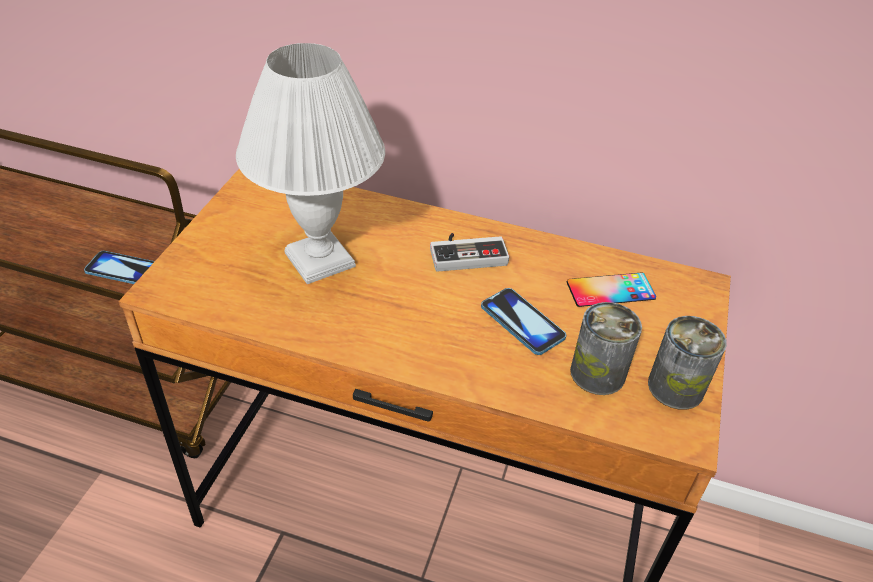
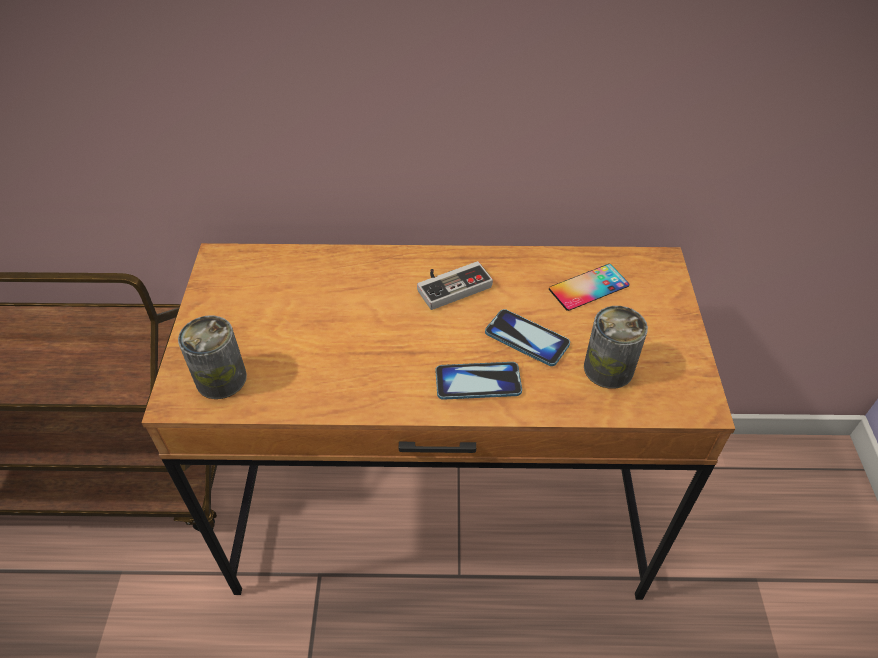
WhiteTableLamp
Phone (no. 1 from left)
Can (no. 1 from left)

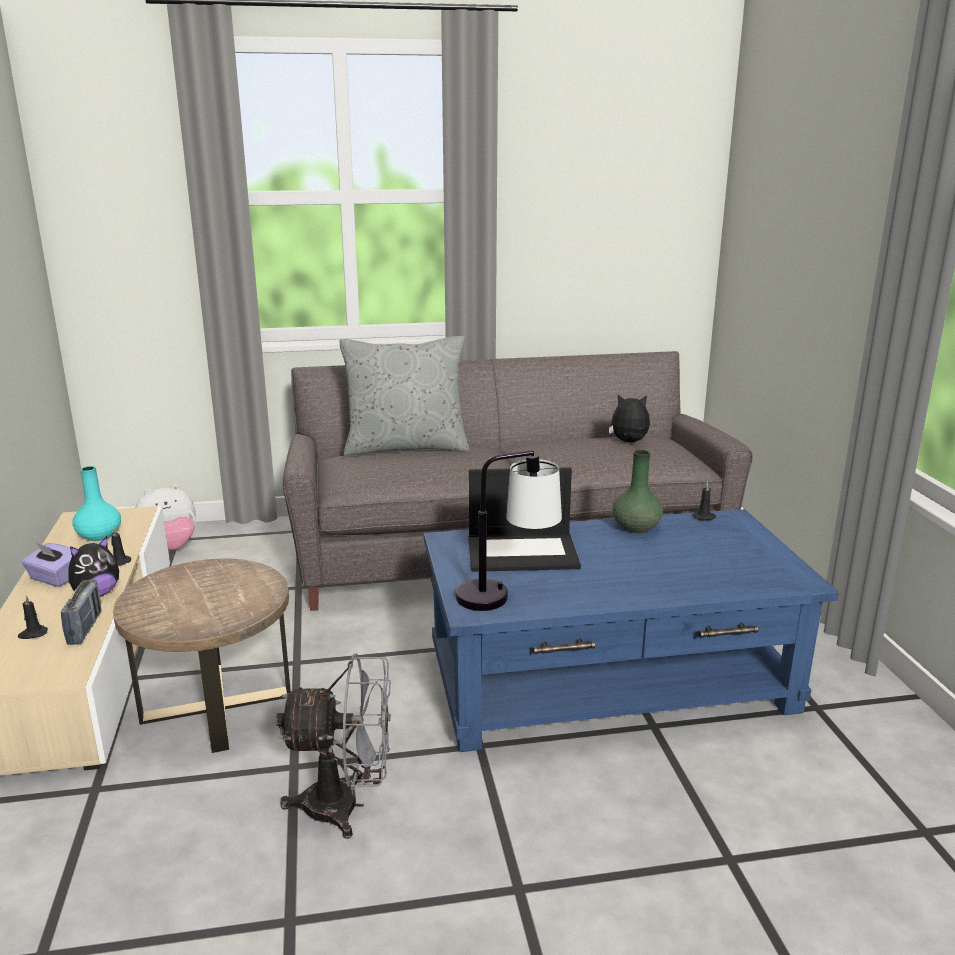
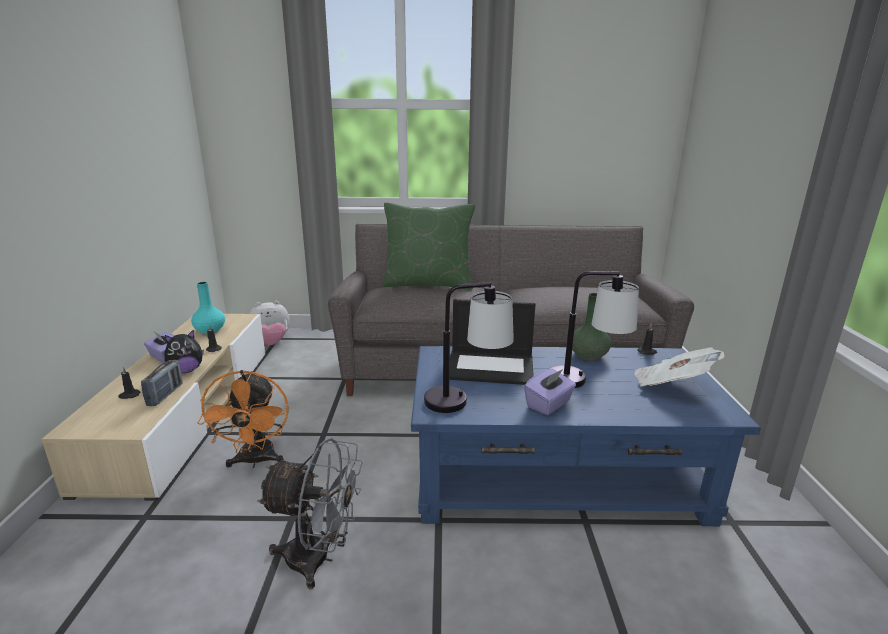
GreenPillow
PlushToy (no. 3 from left in the first image)
OrangeFan
TableLamp (no. 2 from left)
Newspaper
PurpleTissueBox (no. 2 from left)

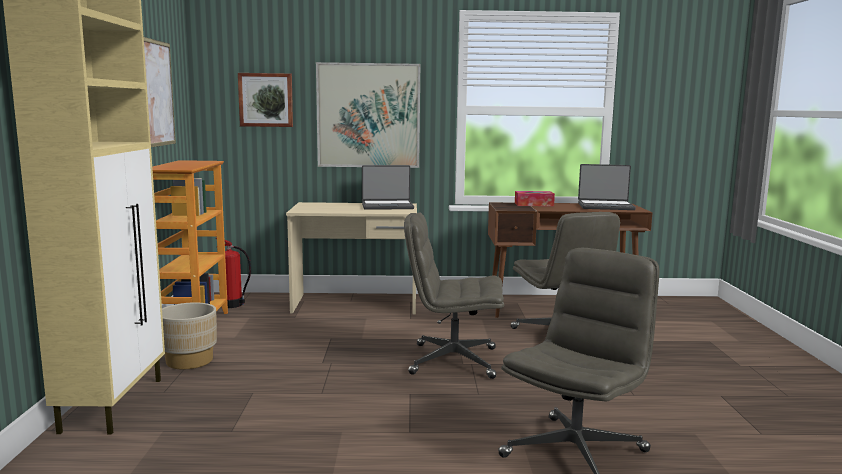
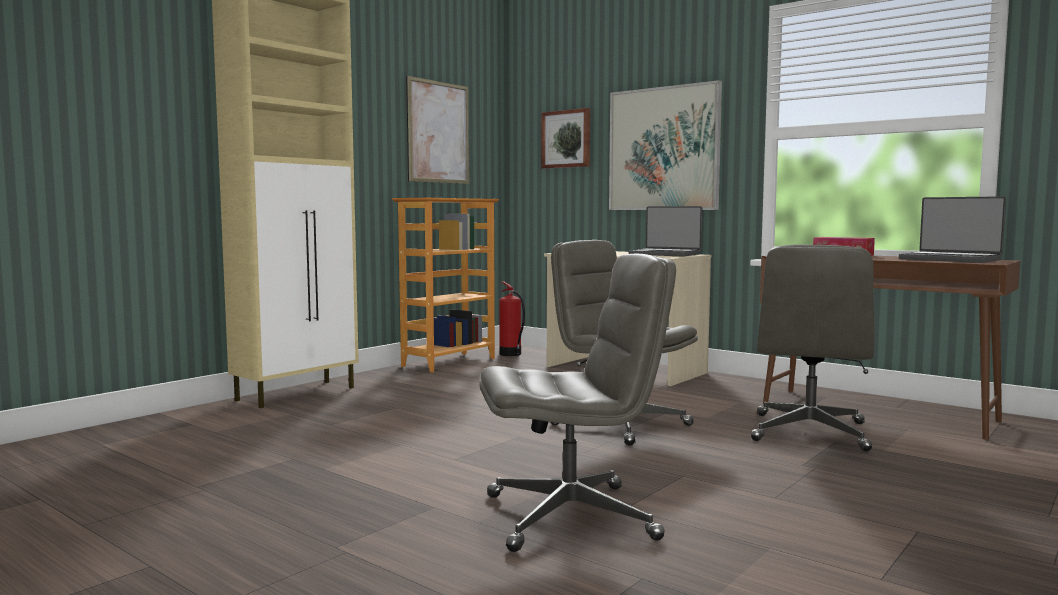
BeigePlanter

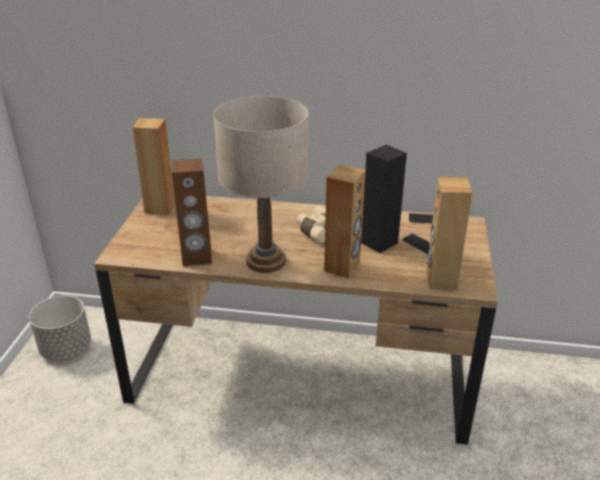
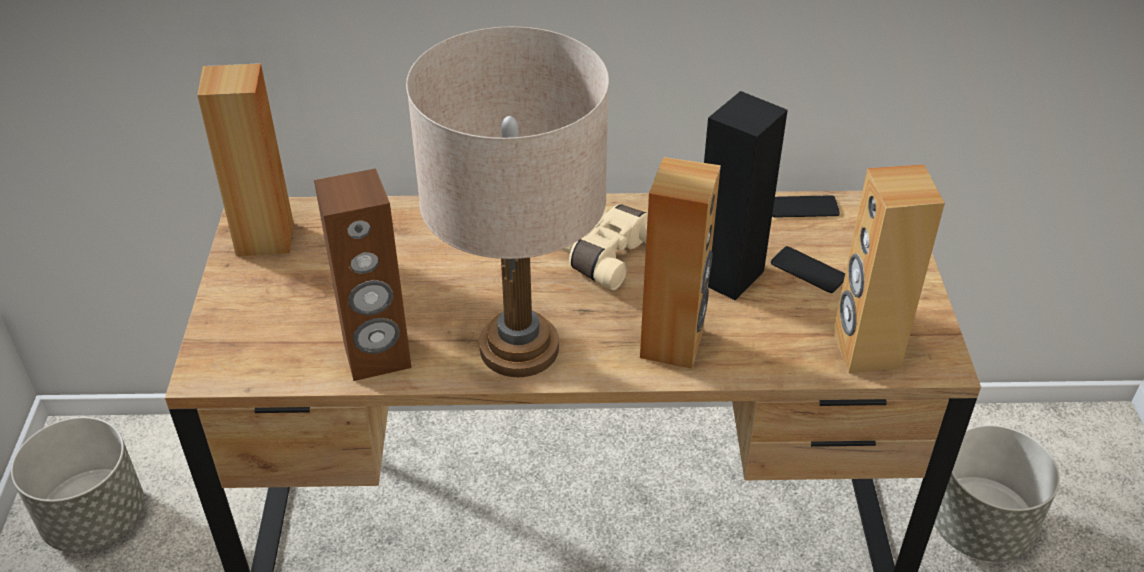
GreyPlanter (no. 2 from left)

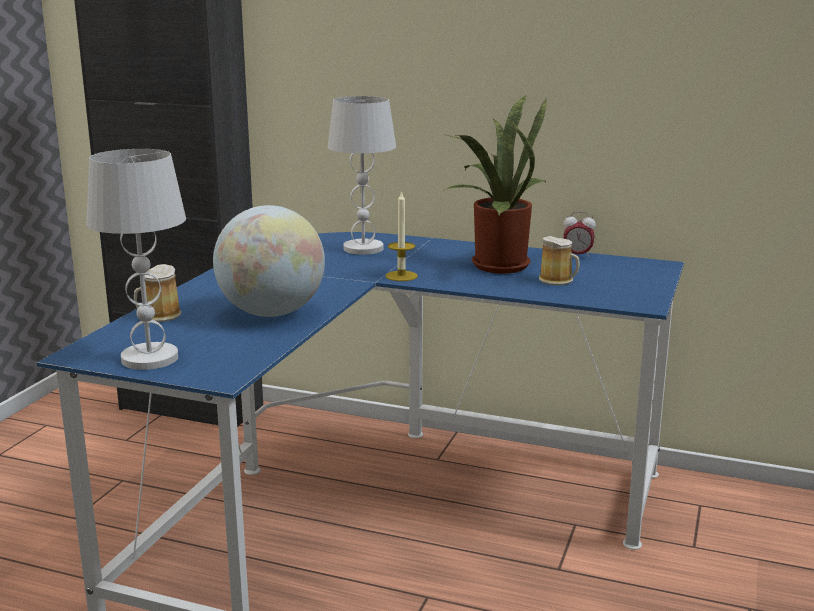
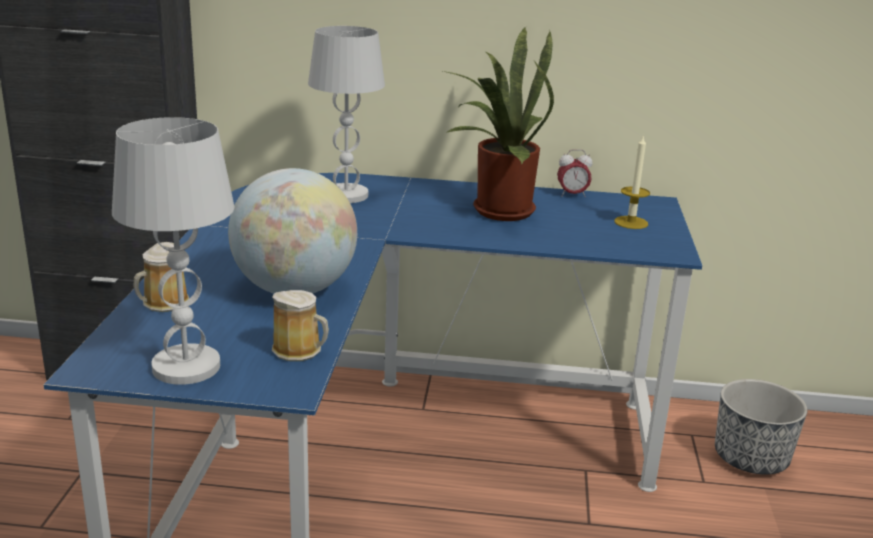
Candle
Mug (no. 2 from left)
Planter

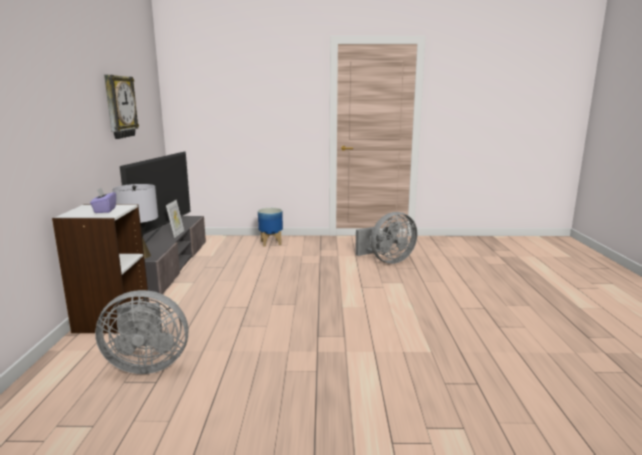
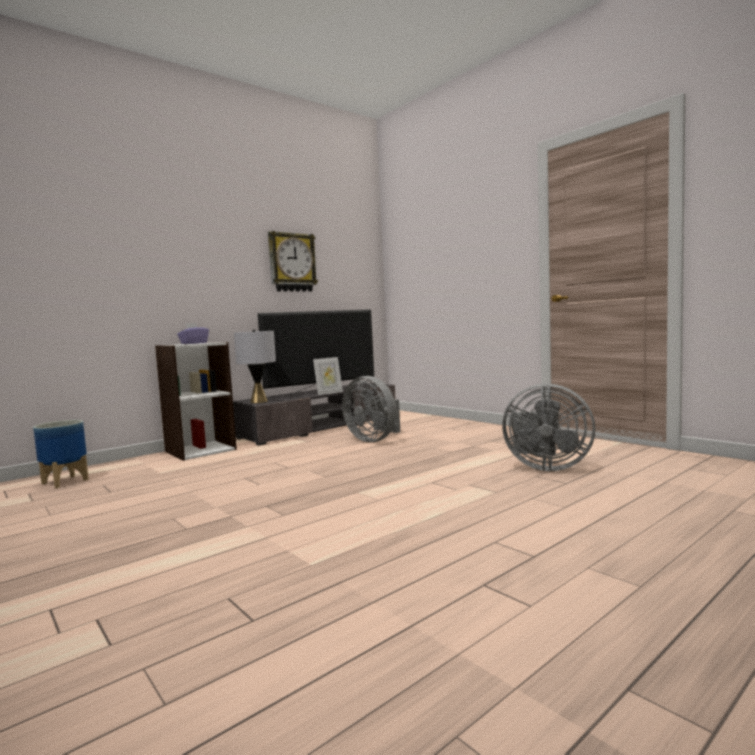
Planter
GreyFan (no. 1 from left)

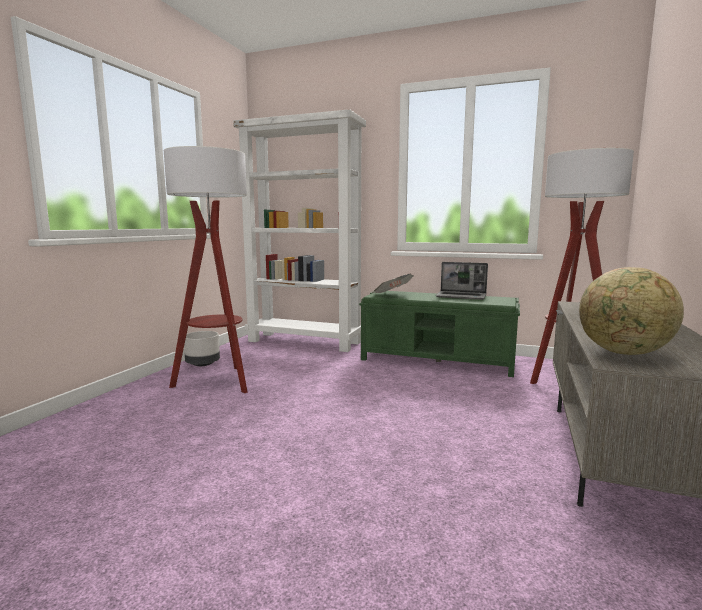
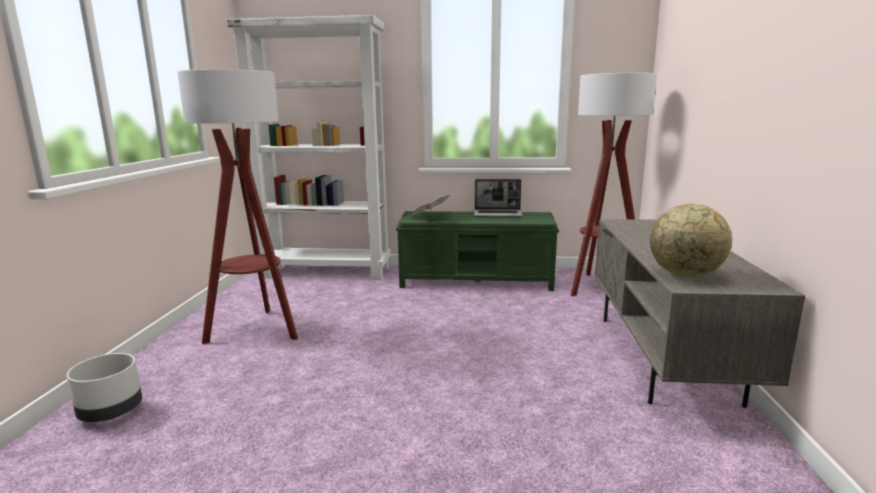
GreyPlanter

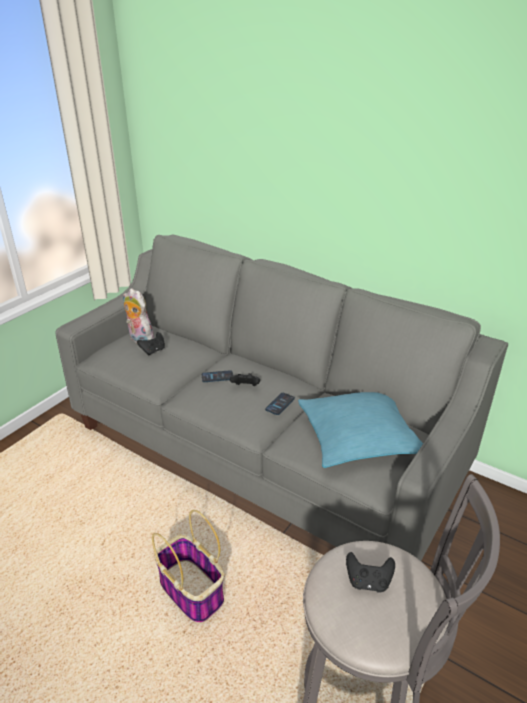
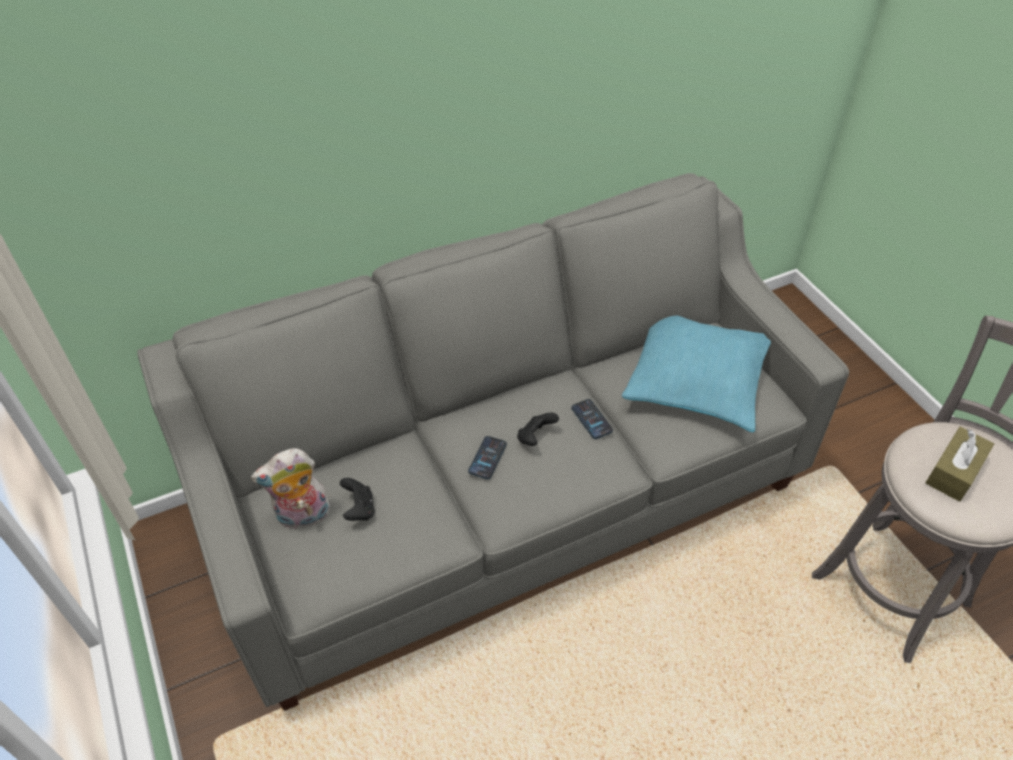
Basket
BrownTissueBox

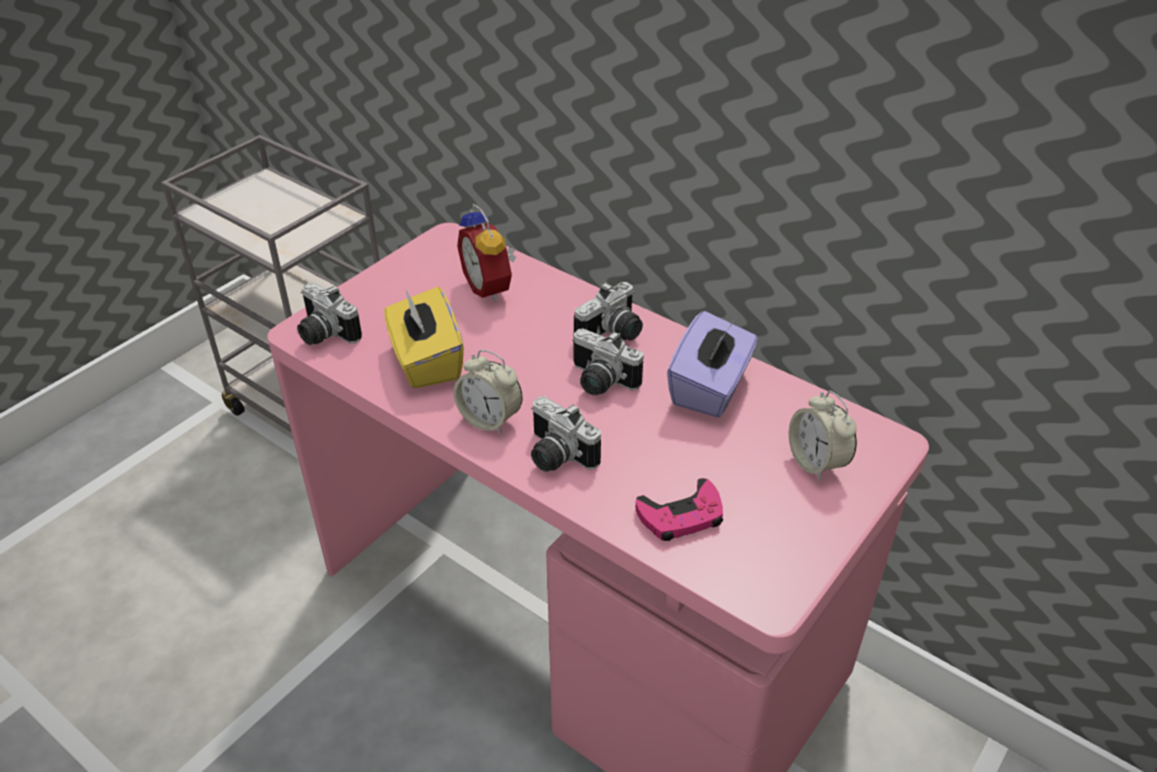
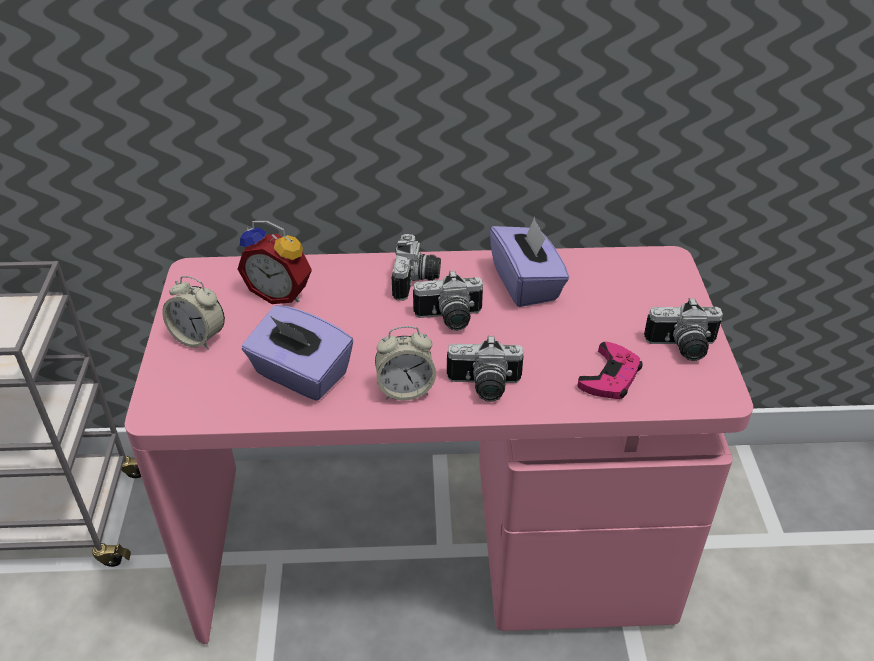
PhotoCamera (no. 4 from left)
PurpleTissueBox (no. 1 from left)
AlarmClock (no. 1 from left)

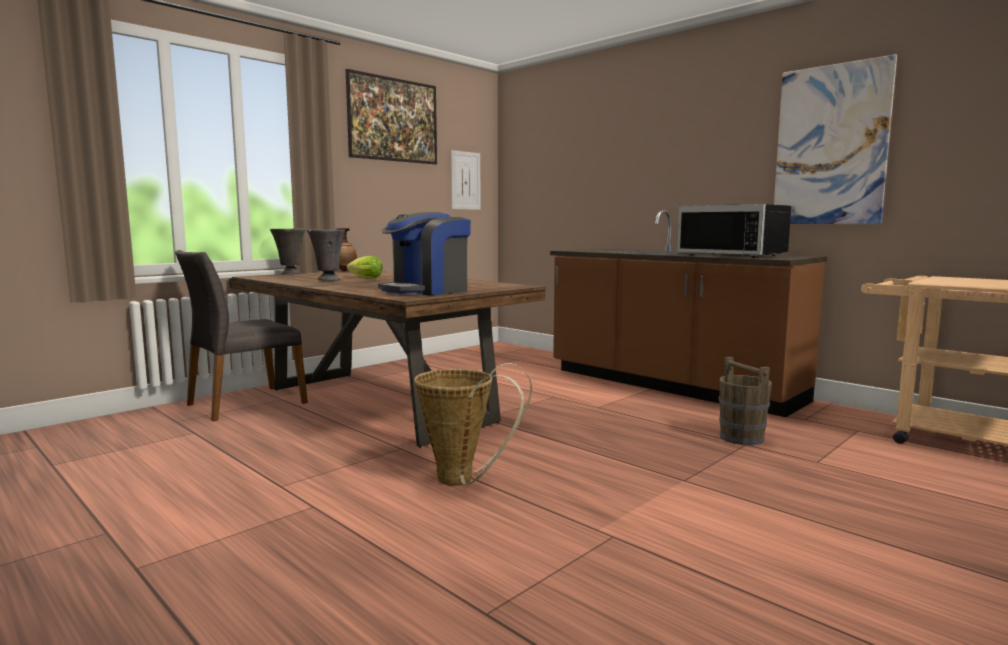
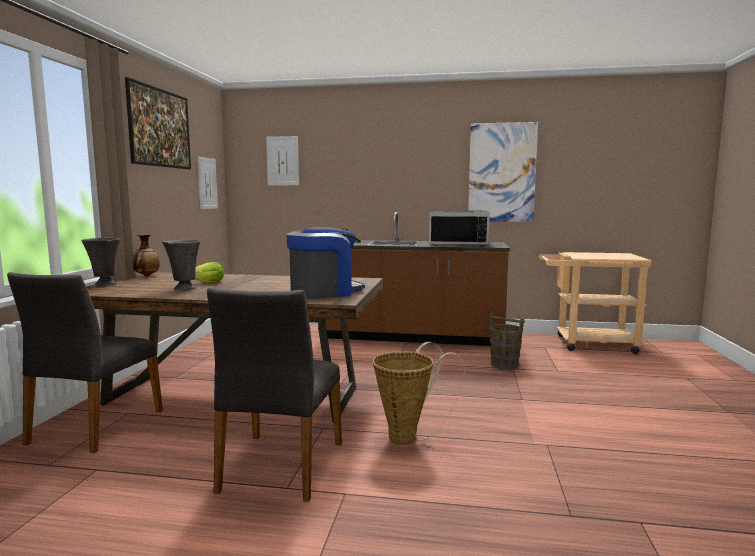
CoffeeMachine
Picture (no. 3 from left)
GreyChair (no. 2 from left)

